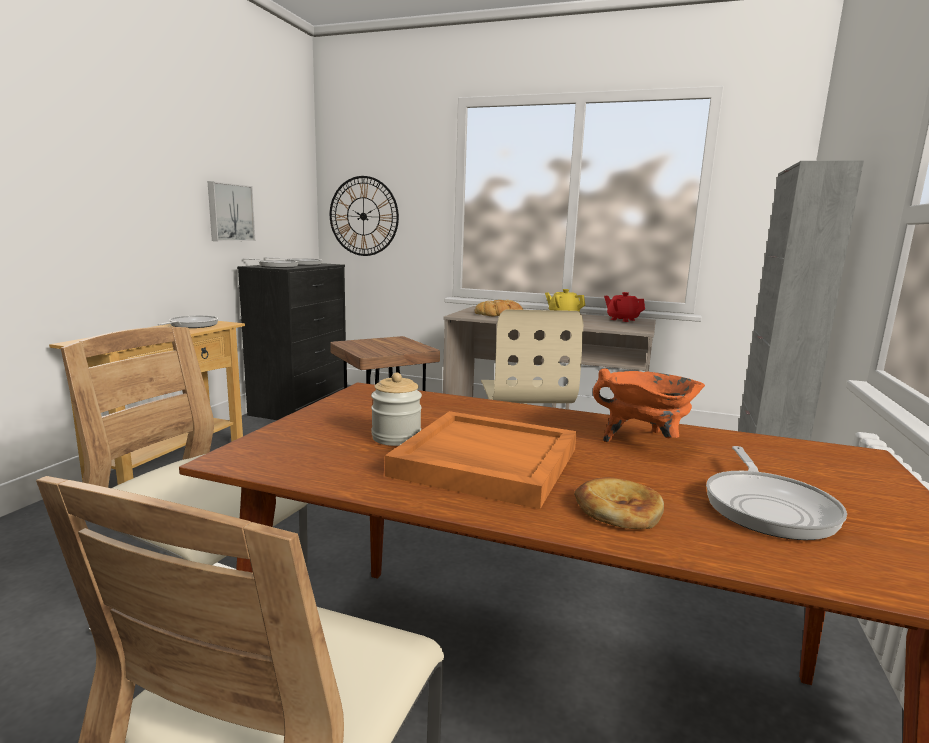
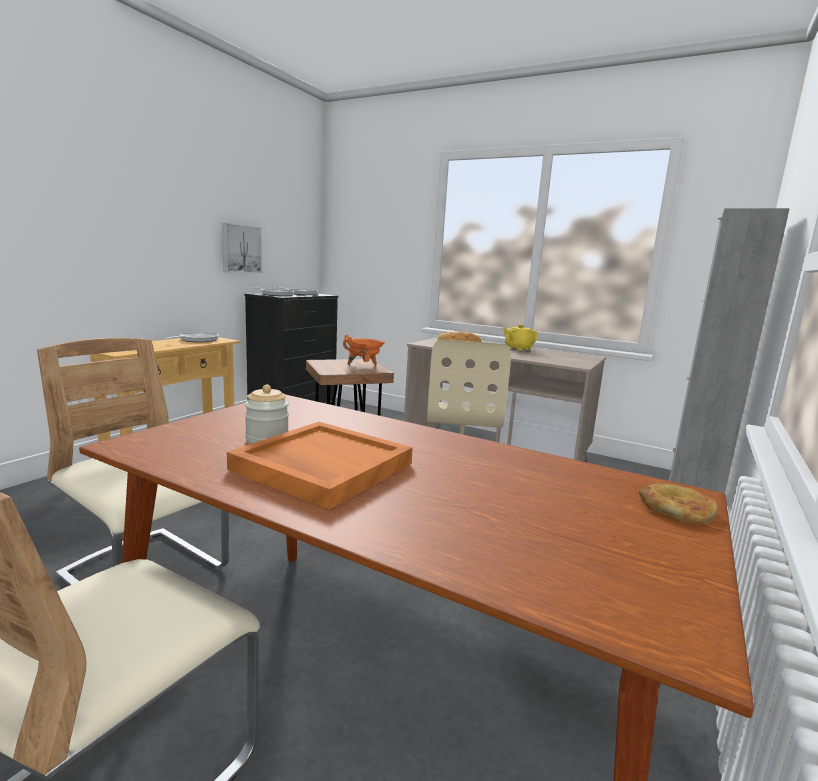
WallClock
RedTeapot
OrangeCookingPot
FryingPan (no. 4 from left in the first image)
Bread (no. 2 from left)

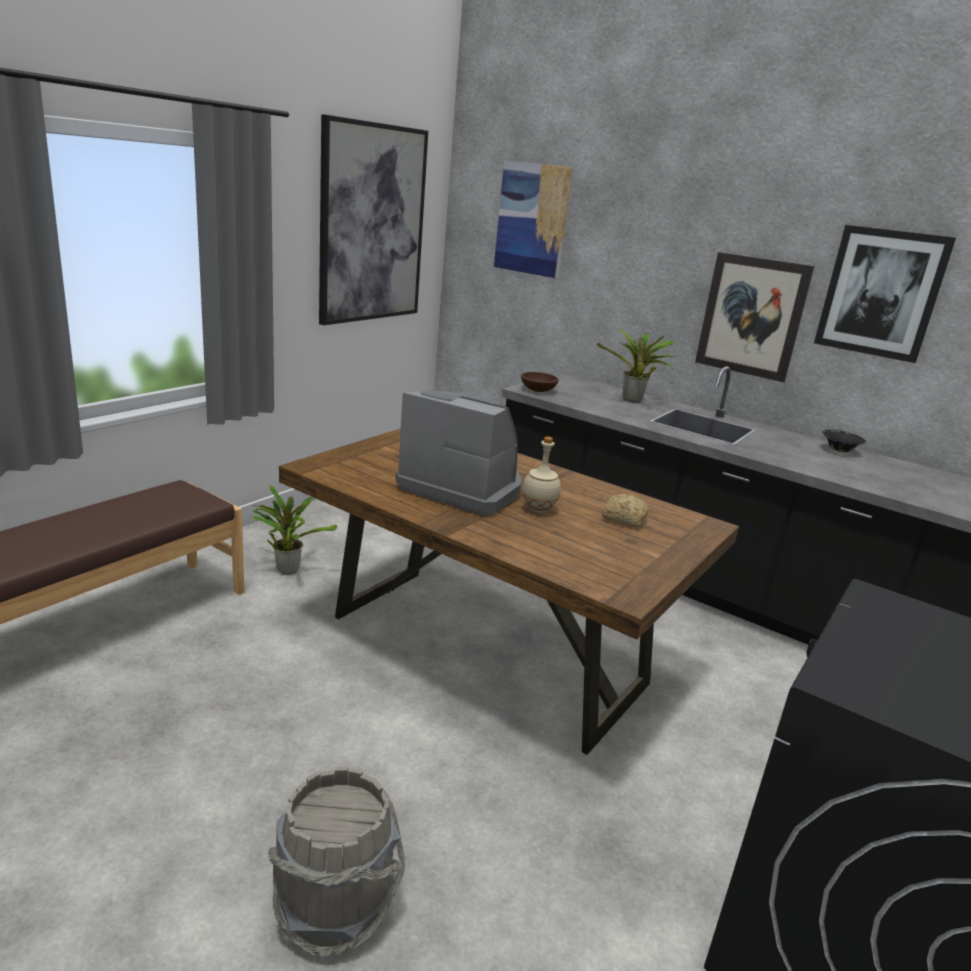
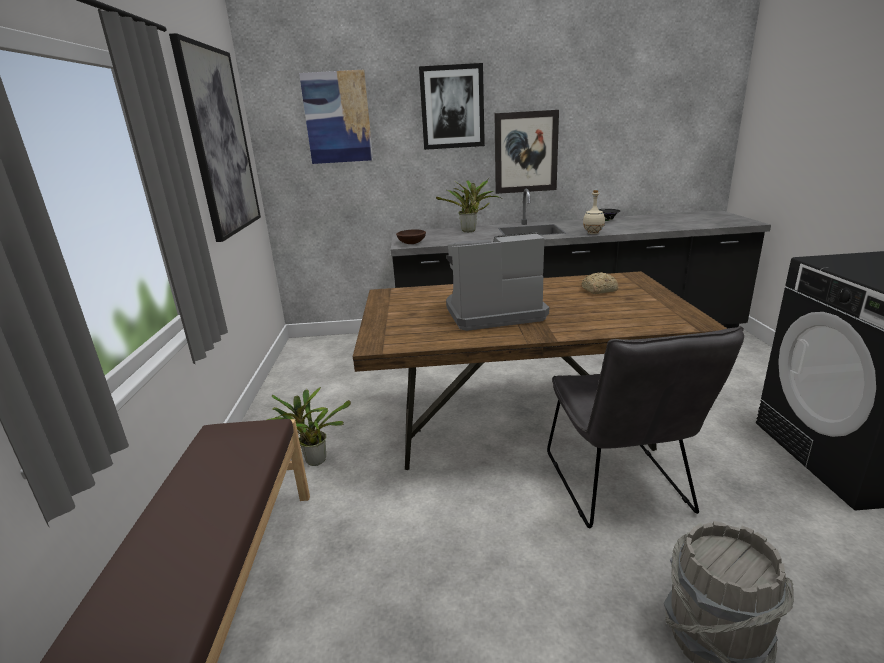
Picture (no. 3 from left)
BeigeBottle
GreyChair

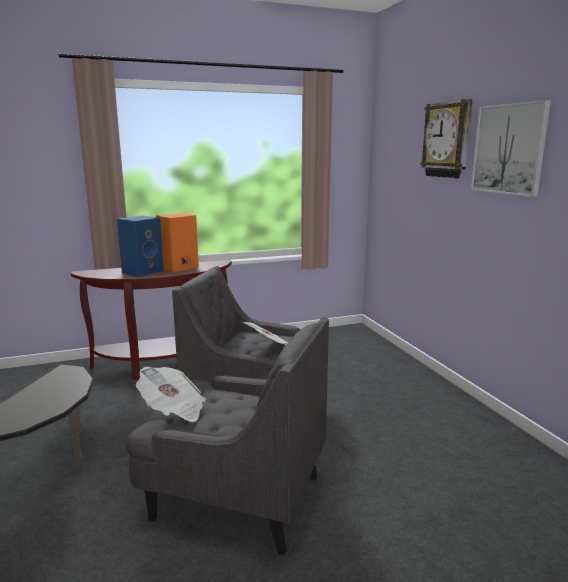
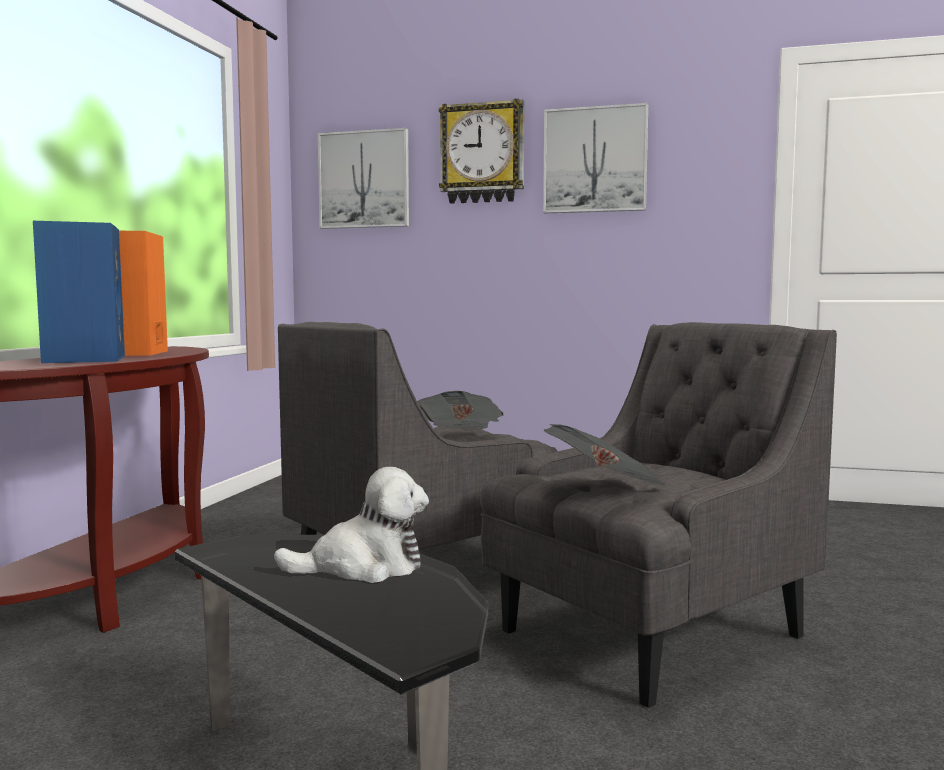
Picture (no. 1 from left)
PlushToy

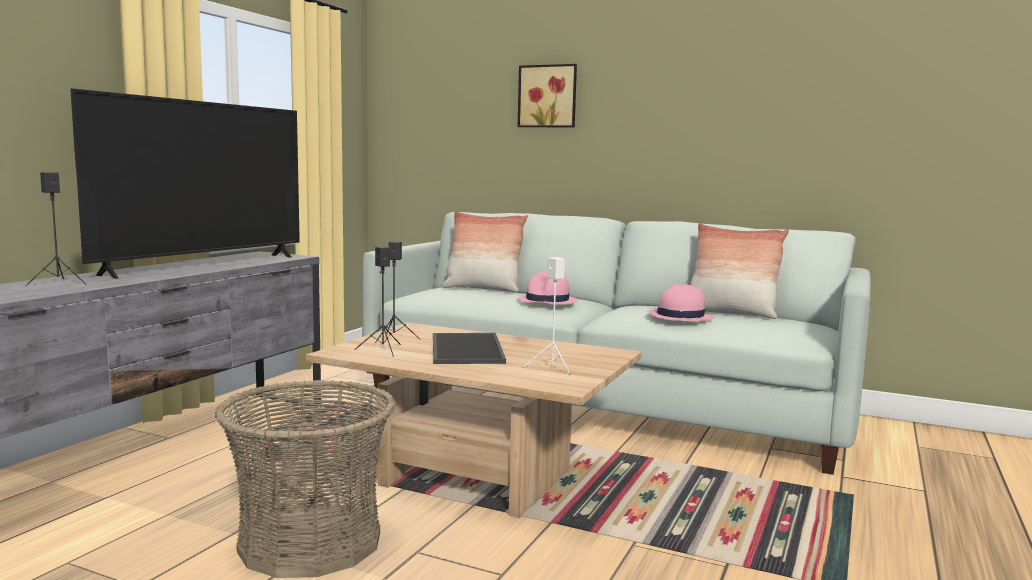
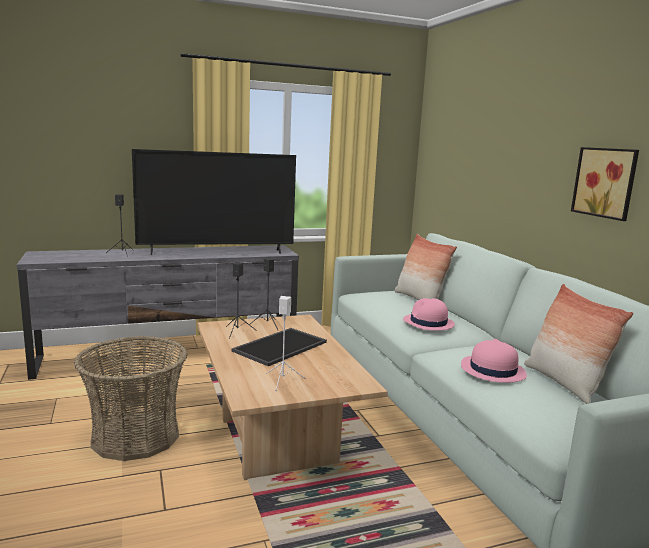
Picture

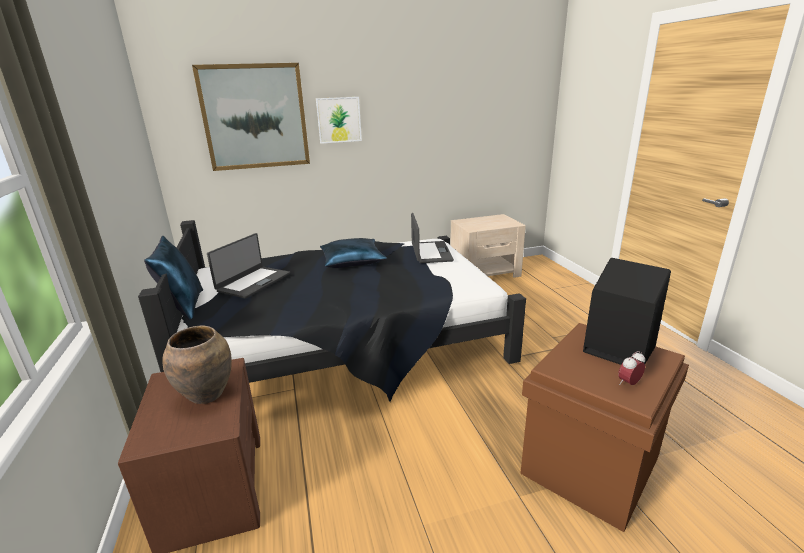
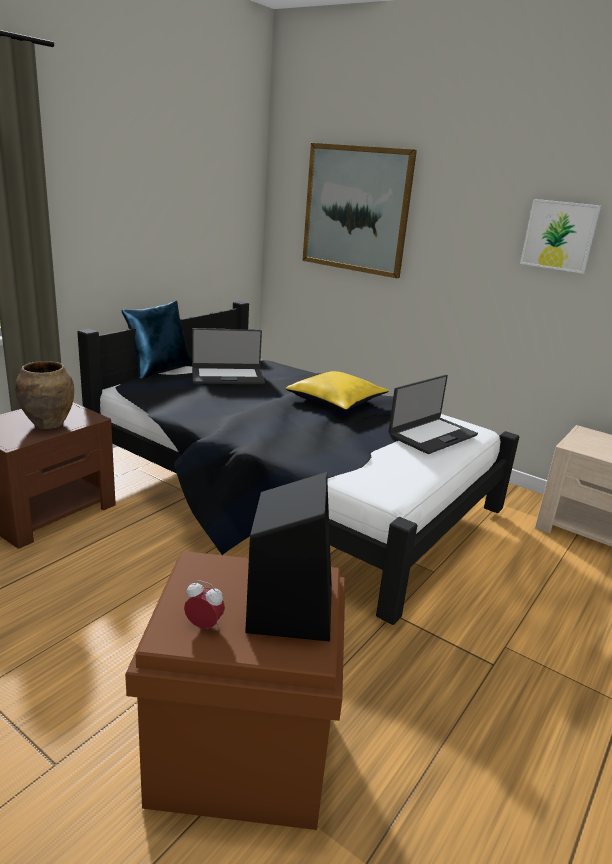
Picture (no. 2 from left)
YellowPillow

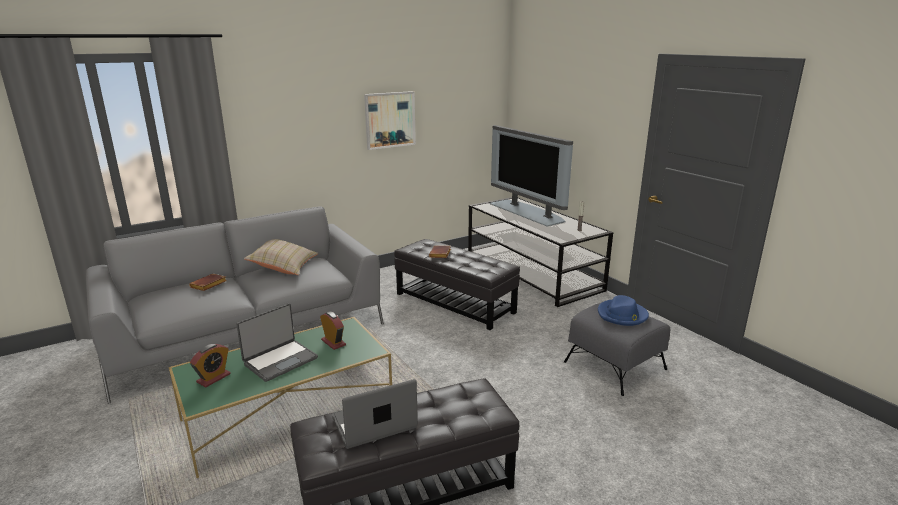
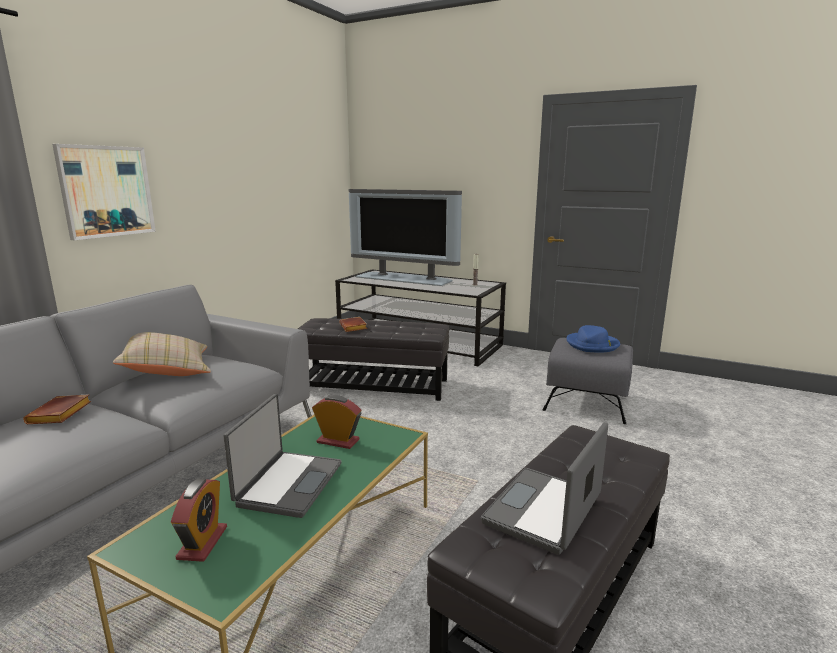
Picture

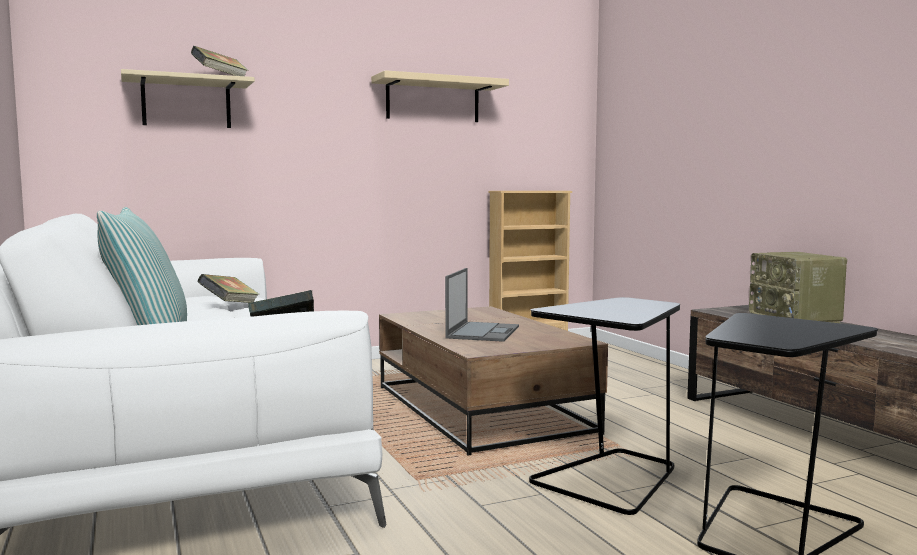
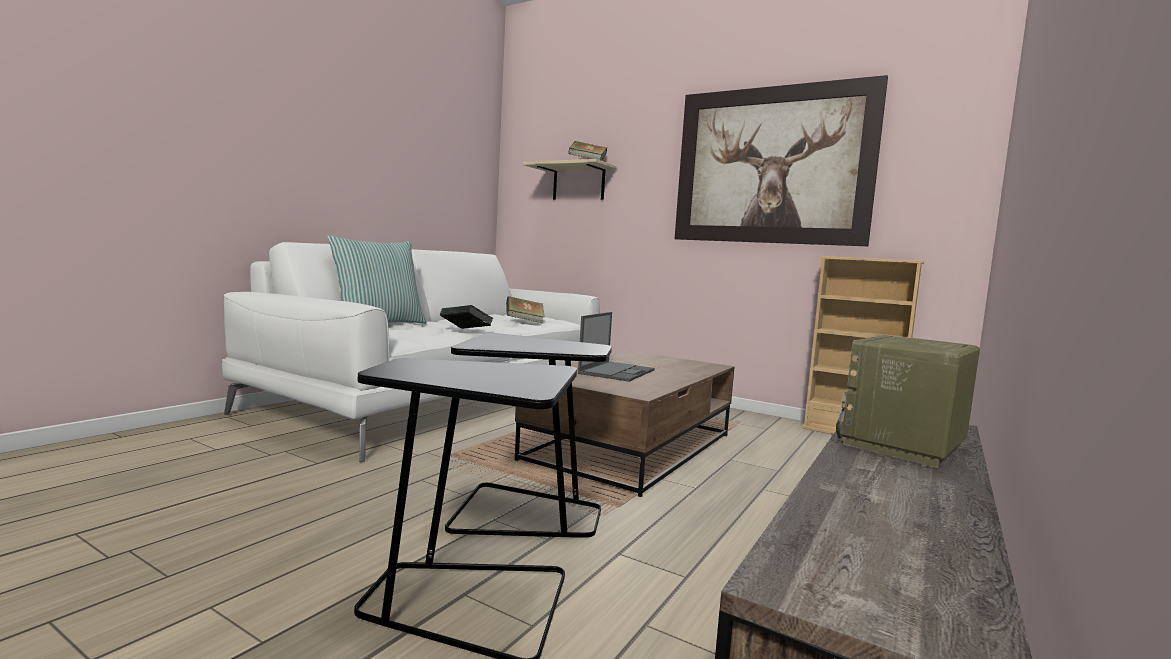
Picture
Laptop

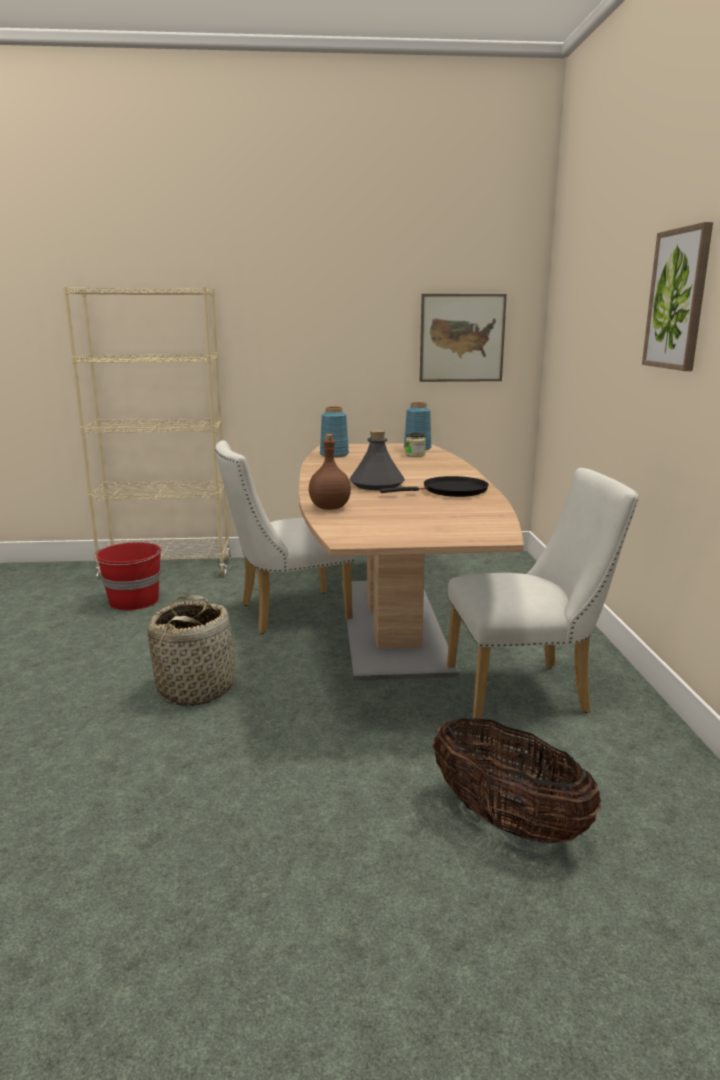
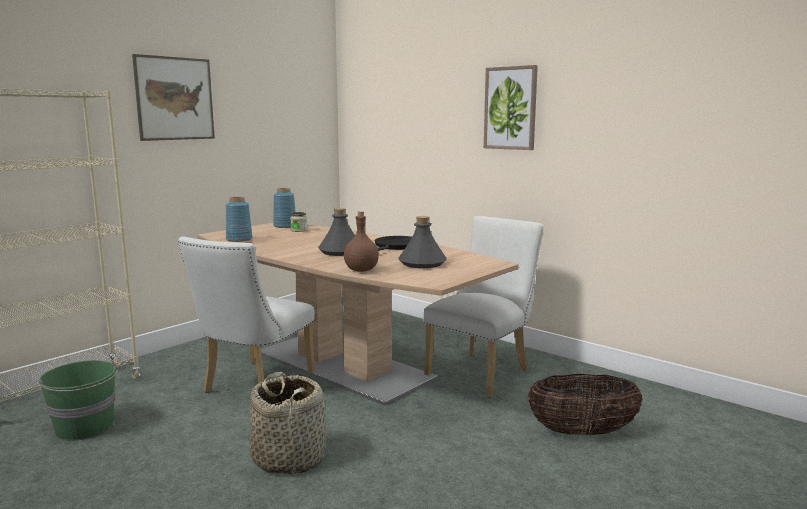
Picture (no. 1 from left)
GreenBucket
GreyBottle (no. 2 from left)

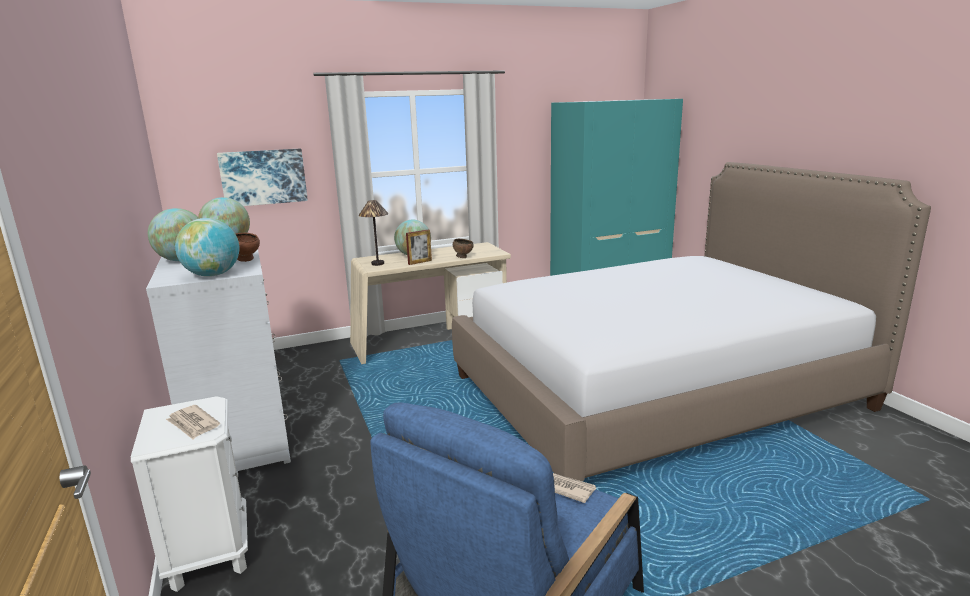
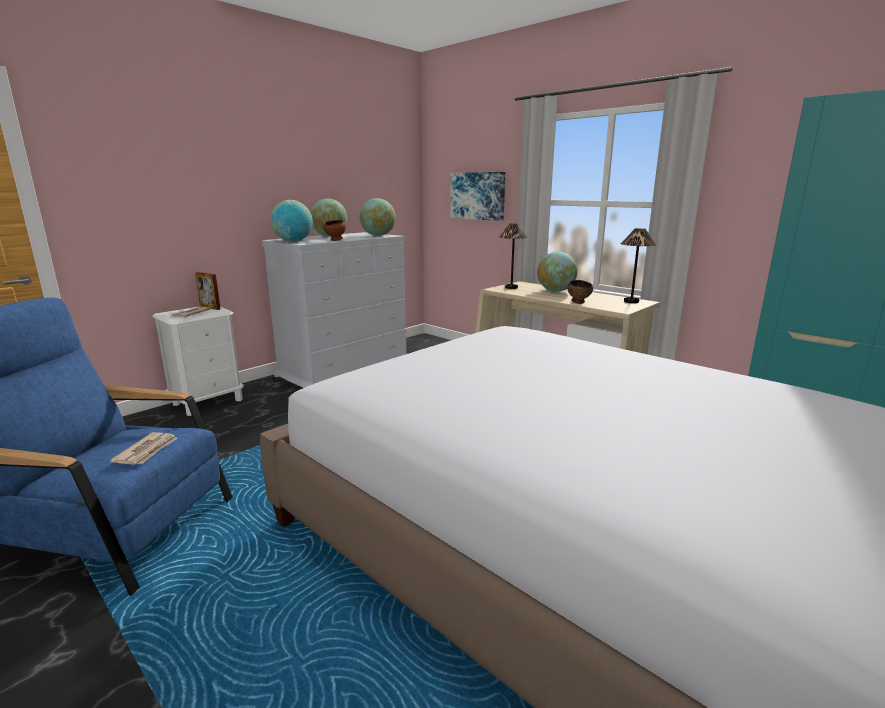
PictureFrame
TableLamp (no. 2 from left)

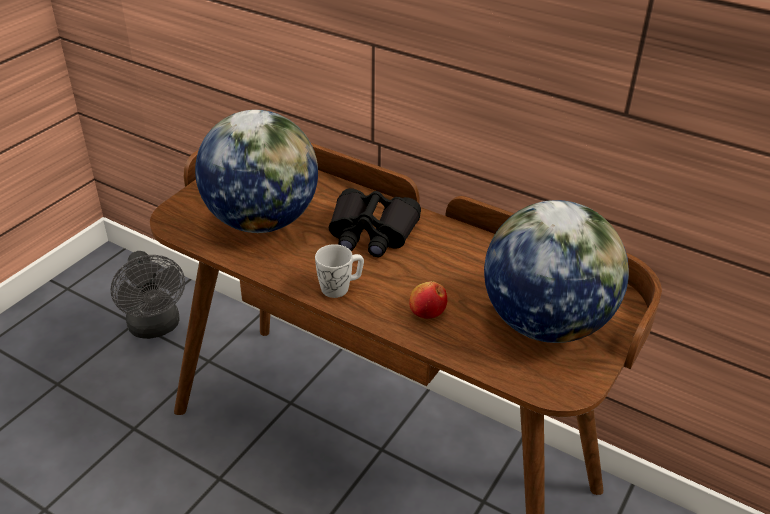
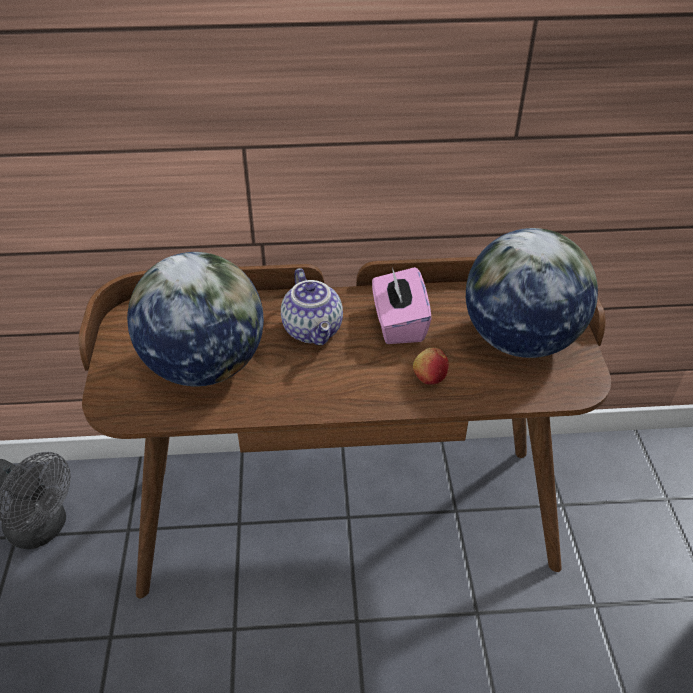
Teapot
WhiteMug
PinkTissueBox

